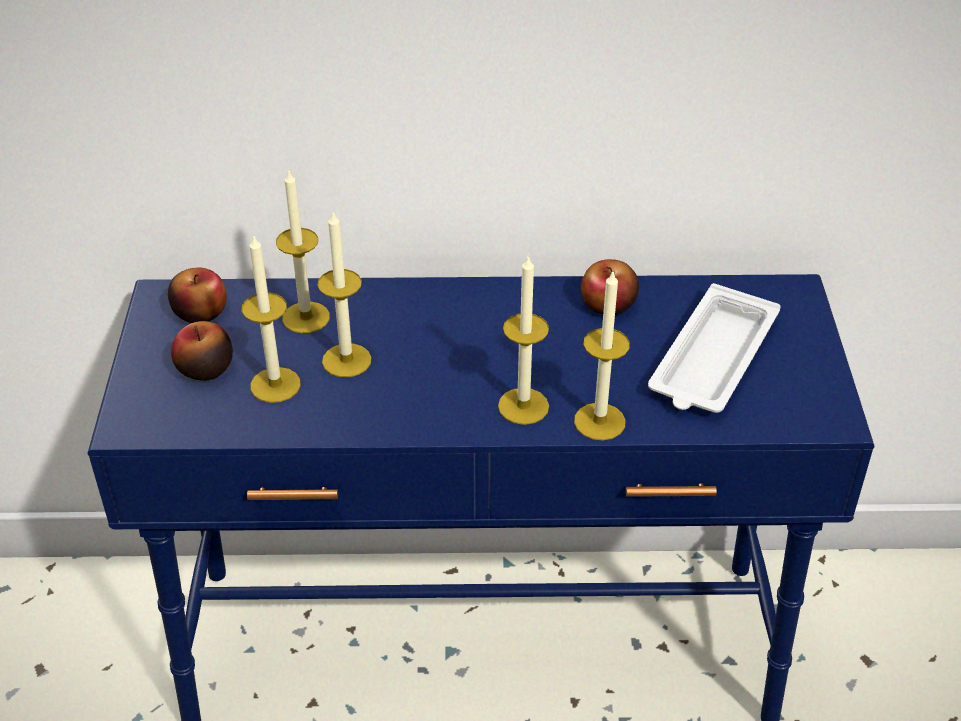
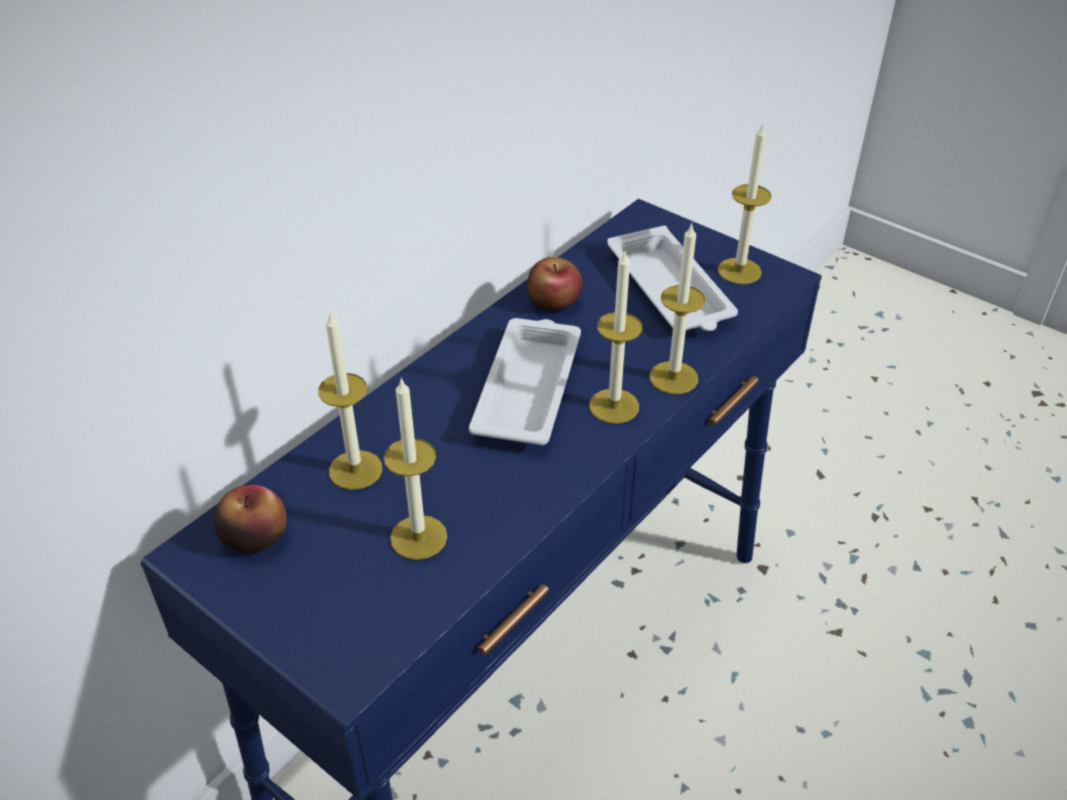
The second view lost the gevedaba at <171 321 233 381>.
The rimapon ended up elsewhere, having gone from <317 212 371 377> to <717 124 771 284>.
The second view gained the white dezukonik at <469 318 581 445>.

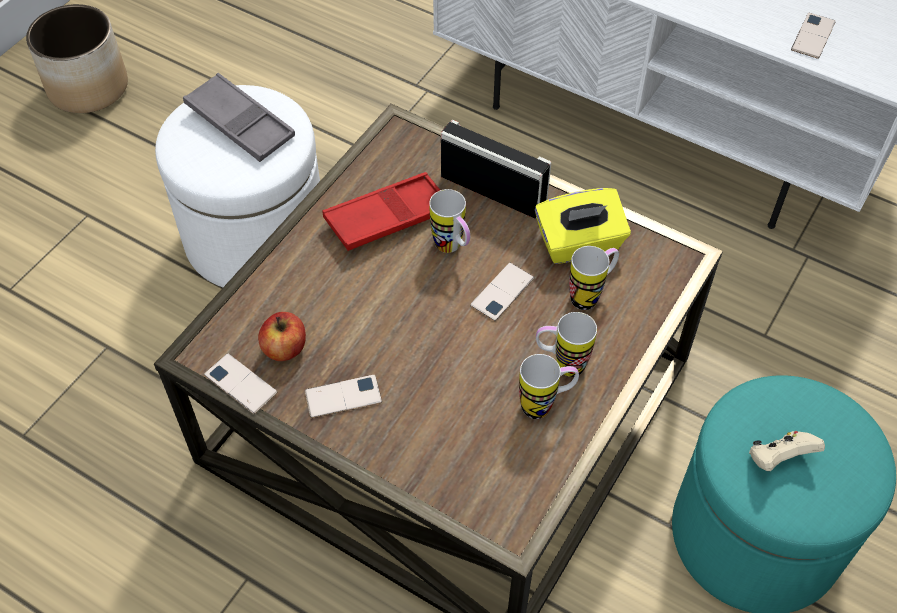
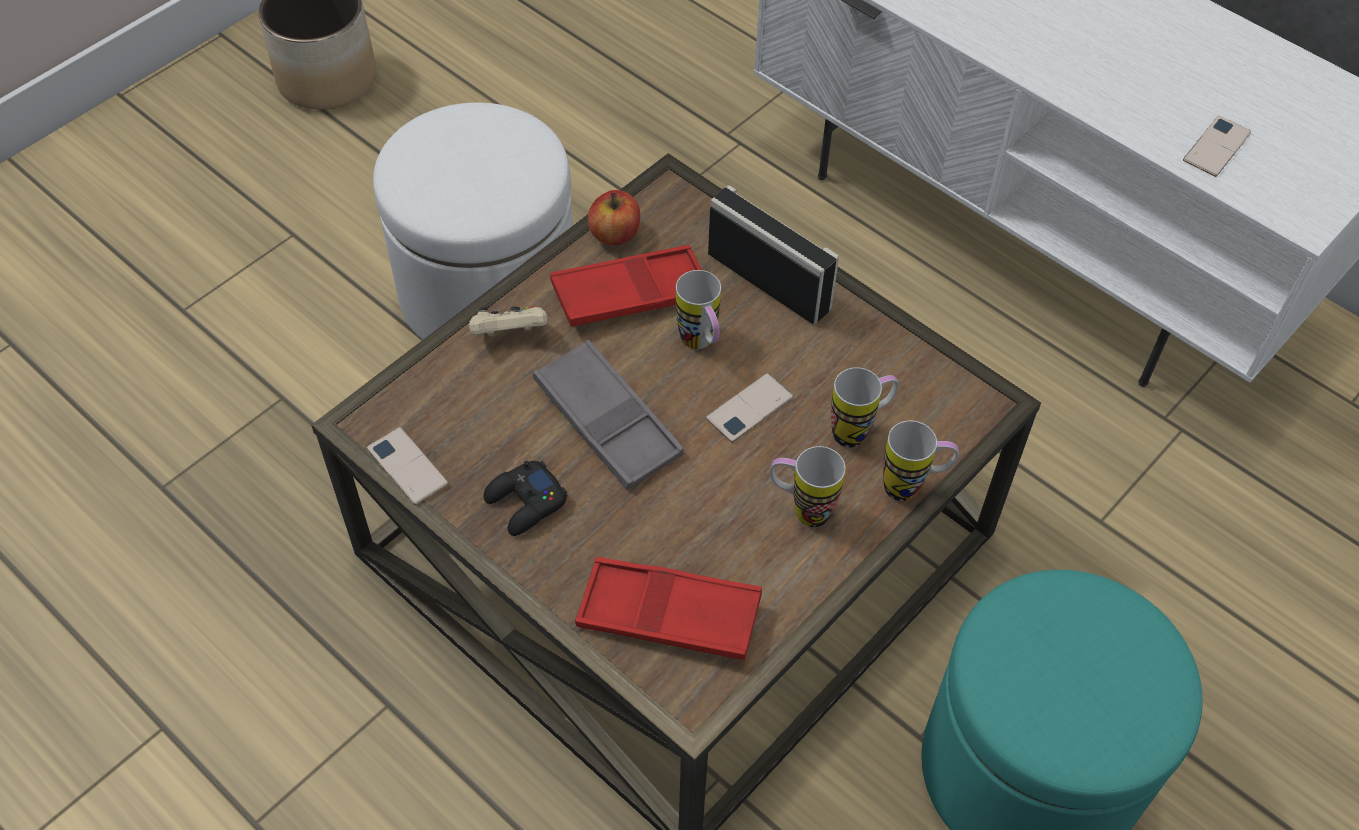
The grey dezukonik ended up elsewhere, having gone from <183 73 295 162> to <533 340 684 490>.
The gevedaba ended up elsewhere, having gone from <258 312 306 361> to <588 190 640 245>.
Where the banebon stood at <305 375 382 418>, the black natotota came to stand at <484 461 567 536>.
The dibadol ended up elsewhere, having gone from <519 354 579 419> to <883 421 959 501>.
The second view lost the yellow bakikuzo at <535 188 631 264>.
The beige natotota ended up elsewhere, having gone from <749 431 825 471> to <469 306 548 336>.
The second view gained the red dezukonik at <575 557 762 660>.

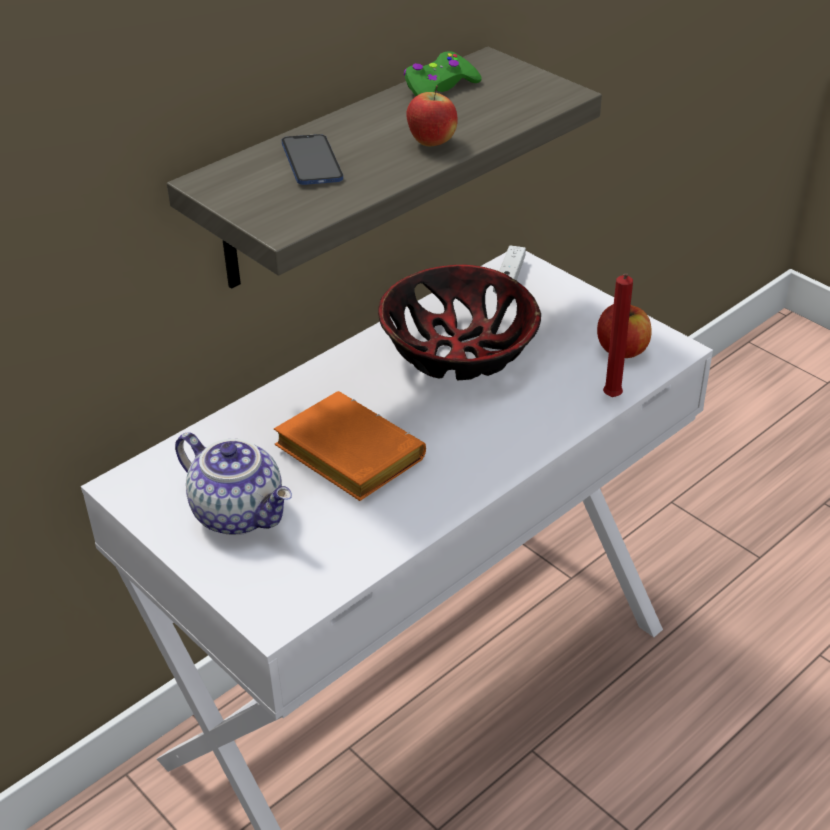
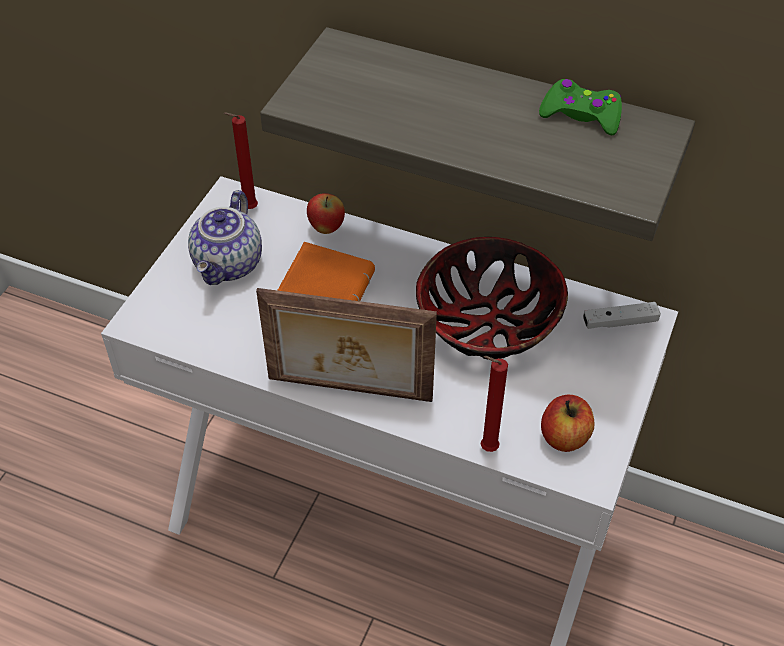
The second view lost the banebon at <282 134 343 185>.
The gevedaba ended up elsewhere, having gone from <406 85 458 146> to <307 193 345 234>.
The second view gained the red rimapon at <224 112 258 209>.
The second view gained the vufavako at <256 288 437 402>.

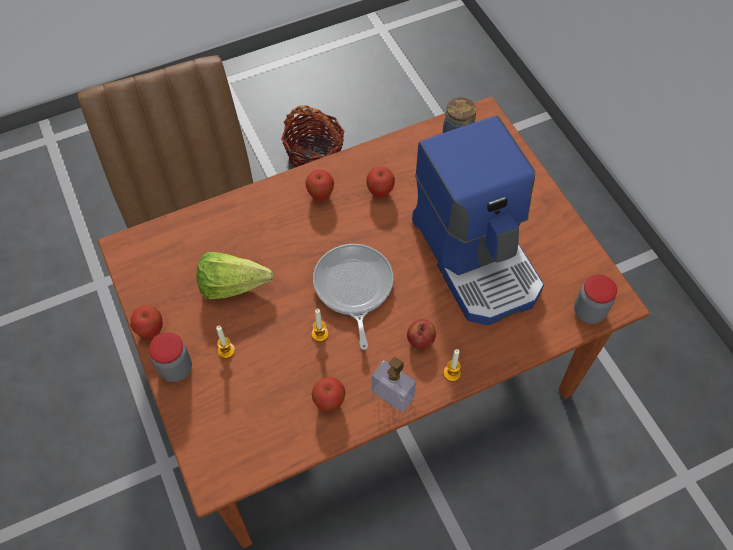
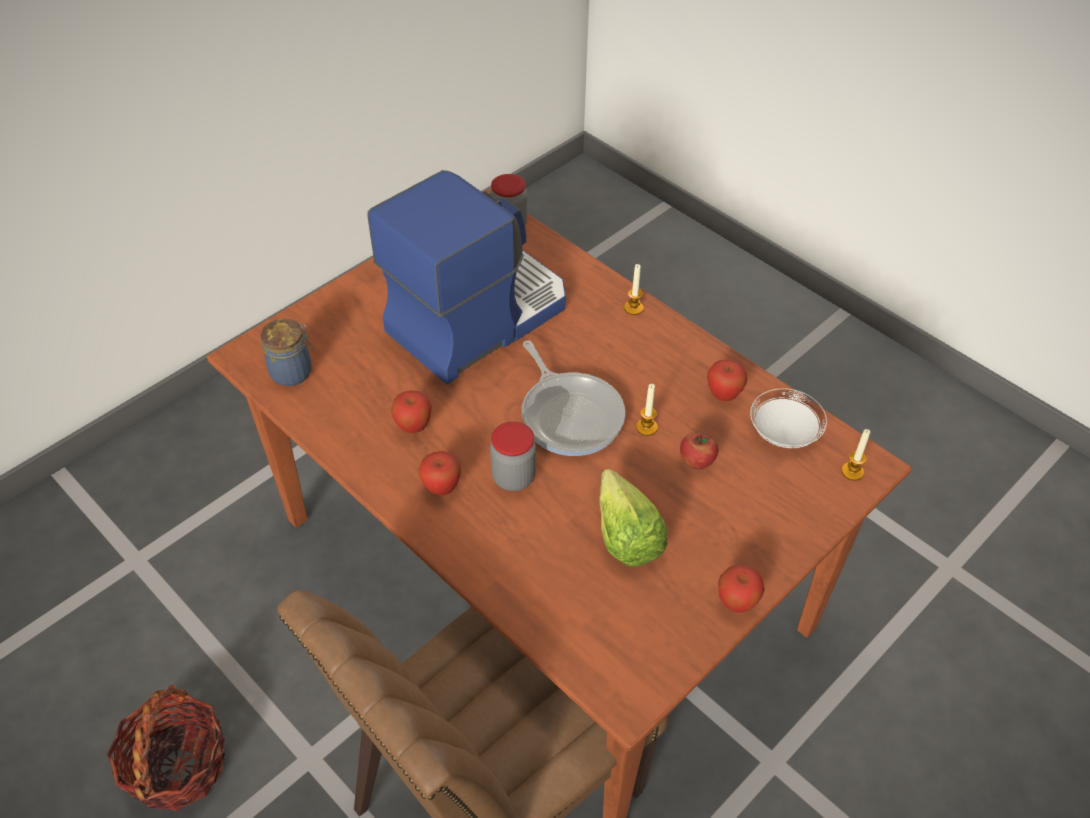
The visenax ended up elsewhere, having gone from <149 332 192 382> to <490 422 536 491>.
The rimapon ended up elsewhere, having gone from <216 326 235 359> to <841 429 870 481>.
The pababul at <313 244 394 350> ended up facing another way, 90 degrees counterclockwise from before.
The second view lost the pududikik at <371 357 416 412>.
The gevedaba ended up elsewhere, having gone from <407 319 436 349> to <680 432 718 469>.
The second view gained the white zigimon at <750 388 827 448>.

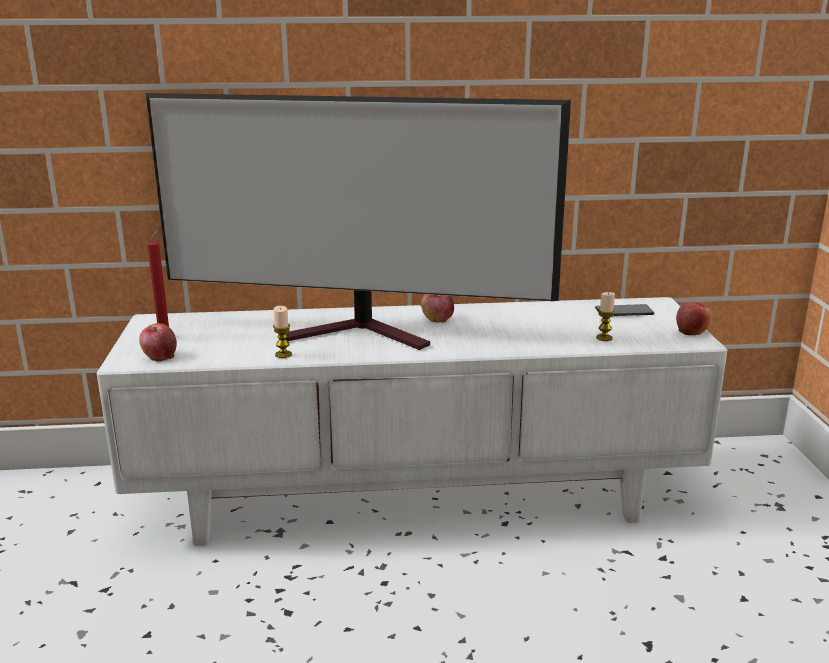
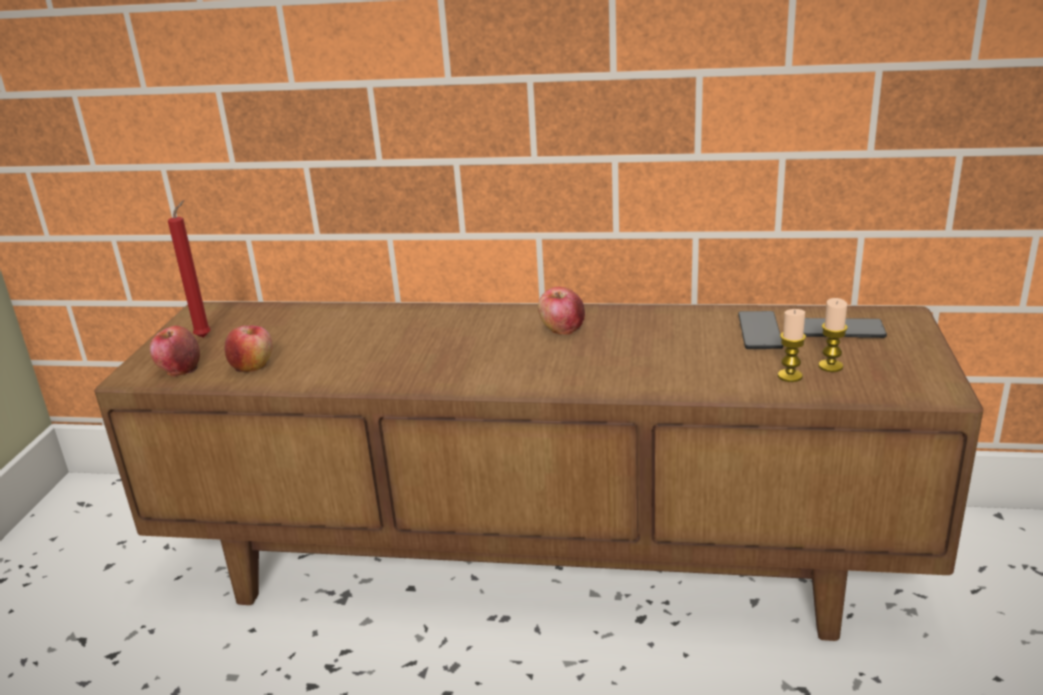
What was the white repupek at <97 297 727 546> turned into the brown repupek at <94 302 983 641>.
The second view lost the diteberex at <146 93 571 350>.
The rimapon ended up elsewhere, having gone from <273 306 292 358> to <818 298 848 372>.
The gevedaba ended up elsewhere, having gone from <676 303 712 335> to <225 325 272 372>.
The second view gained the banebon at <738 311 783 349>.

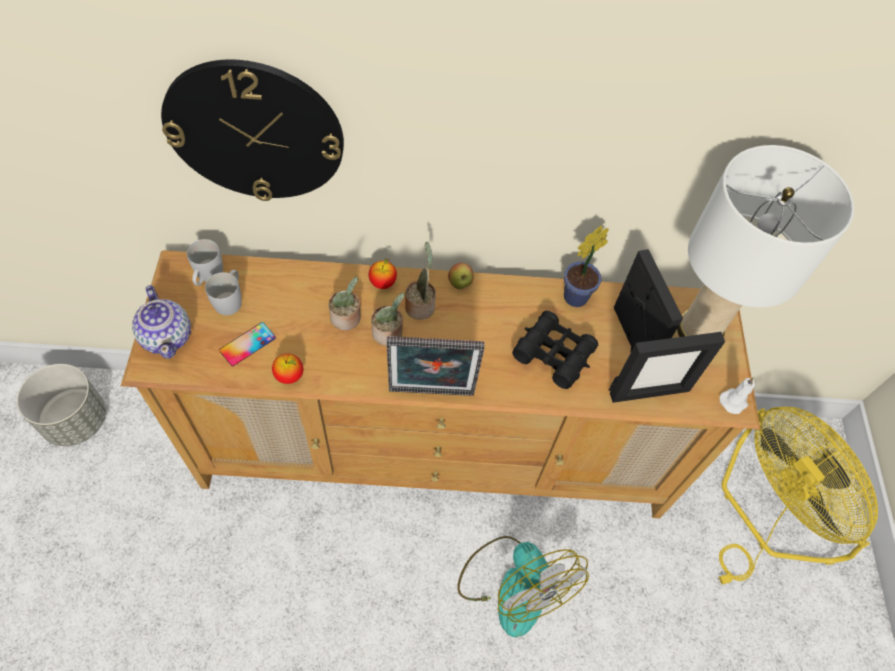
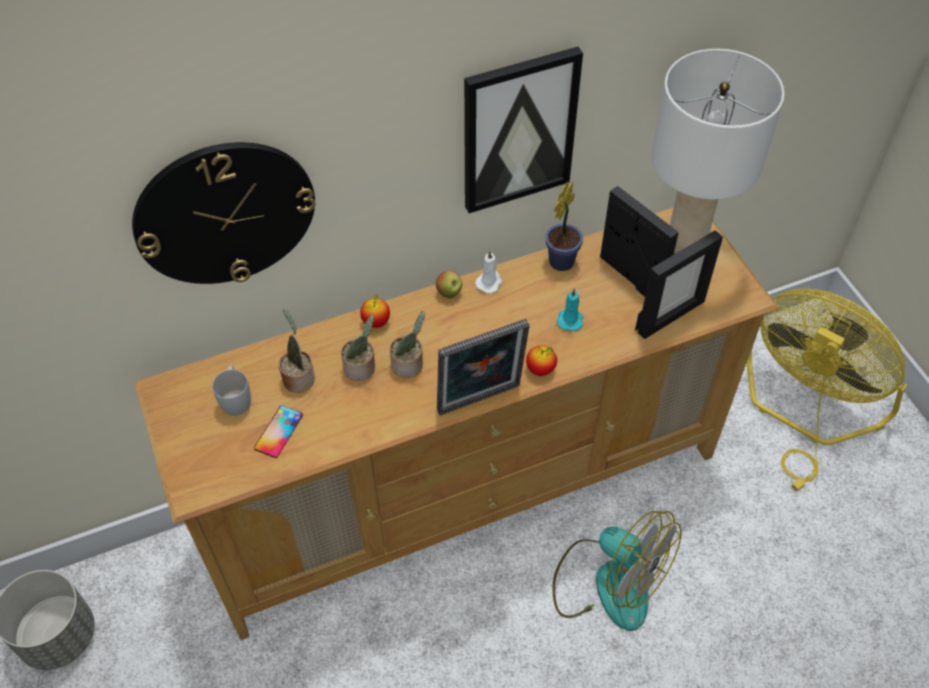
The second view lost the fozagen at <132 285 191 359>.
The second view lost the white dibadol at <187 239 223 286>.
The gevedaba ended up elsewhere, having gone from <272 354 303 384> to <526 345 557 376>.
The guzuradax ended up elsewhere, having gone from <405 242 436 320> to <278 309 315 393>.
Where the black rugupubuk stood at <512 311 598 389>, the turquoise rimapon came to stand at <557 288 583 331>.
The white rimapon ended up elsewhere, having gone from <719 377 755 414> to <475 251 503 294>.
The second view gained the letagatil at <464 47 583 213>.

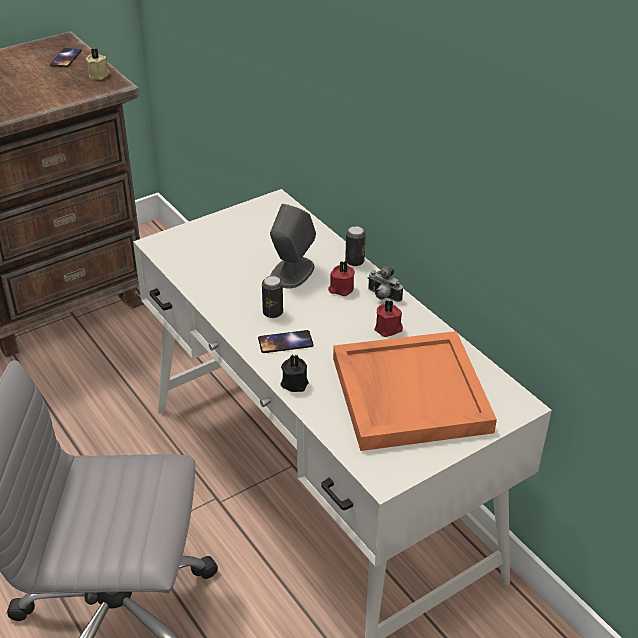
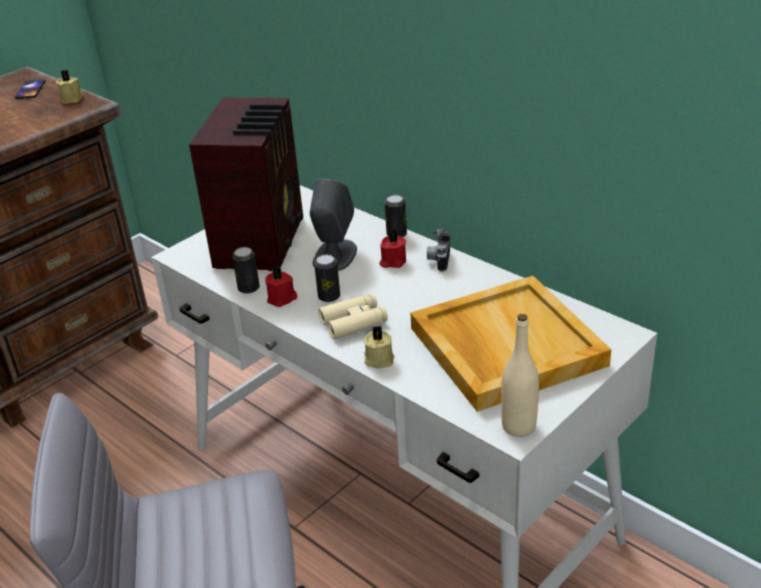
Where the banebon stood at <258 330 314 353>, the beige rugupubuk came to stand at <318 294 388 339>.
What was the black rimapon at <280 355 309 392> turned into the beige rimapon at <363 326 394 368>.
What was the orange dezukonik at <333 331 497 451> turned into the beige dezukonik at <410 276 611 412>.
The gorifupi at <368 266 403 302> ended up facing another way, 75 degrees clockwise from before.
The red rimapon ended up elsewhere, having gone from <374 299 403 337> to <265 266 297 307>.
The second view gained the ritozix at <189 98 303 271>.
The second view gained the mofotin at <232 247 260 294>.
The second view gained the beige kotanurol at <501 314 539 437>.

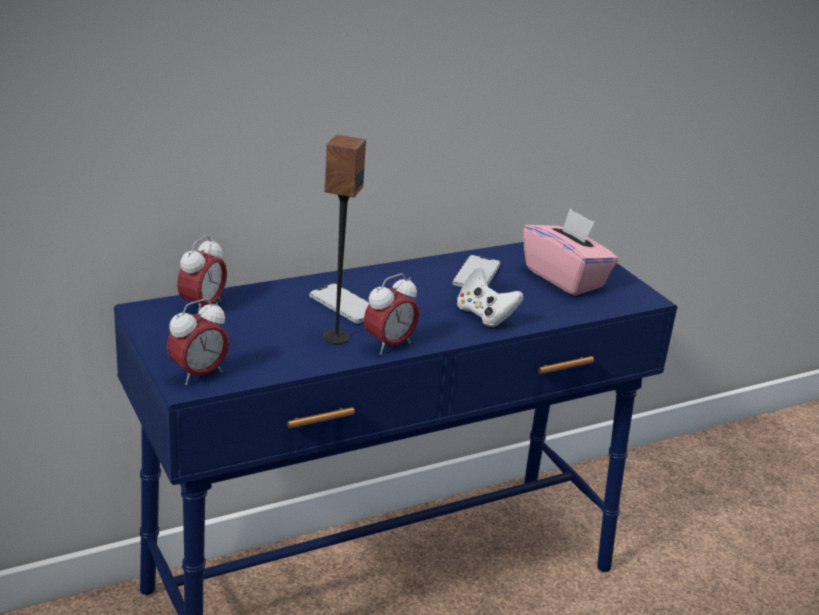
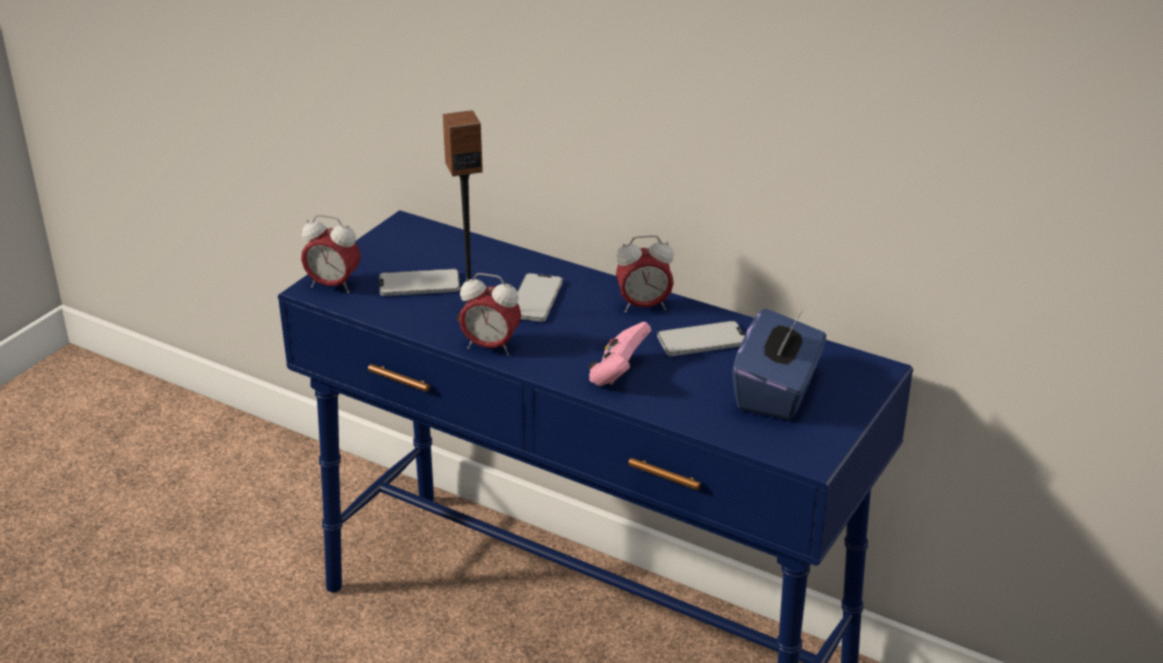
The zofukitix ended up elsewhere, having gone from <177 235 227 310> to <616 235 674 313>.
What was the white natotota at <457 267 523 327> turned into the pink natotota at <588 322 652 386>.
What was the pink bakikuzo at <523 208 619 295> turned into the blue bakikuzo at <732 308 826 420>.
The second view gained the banebon at <380 269 460 296>.

